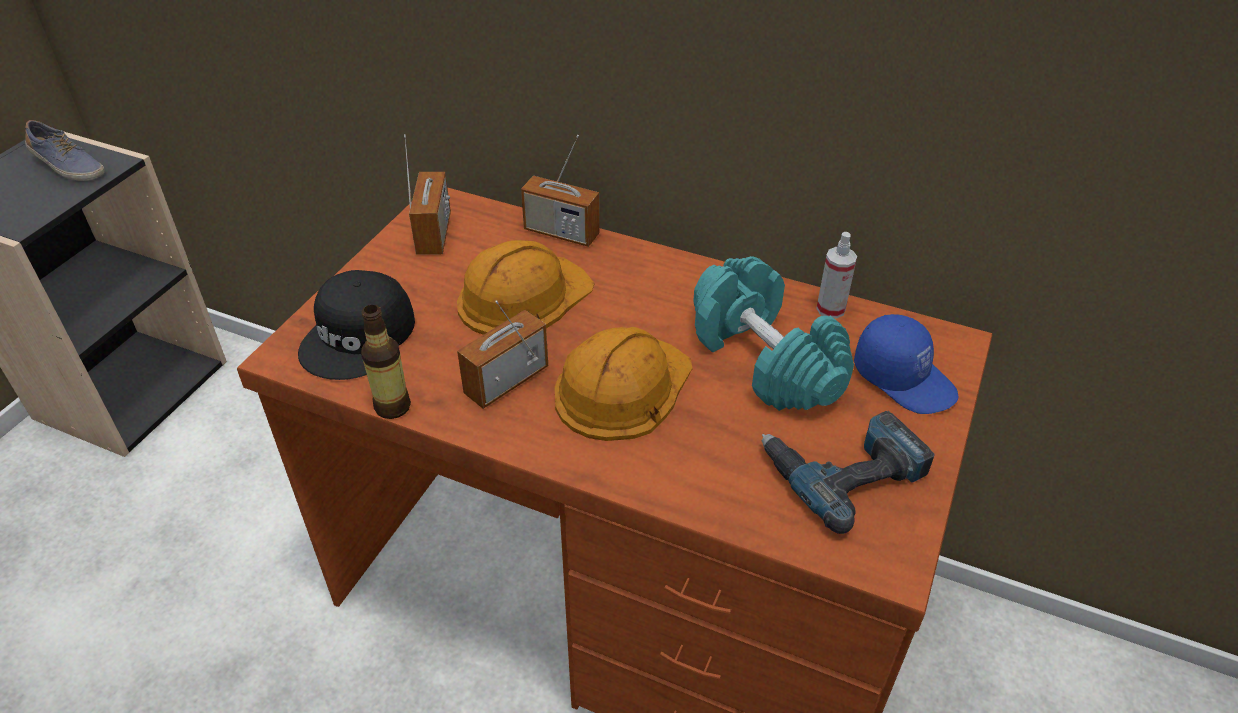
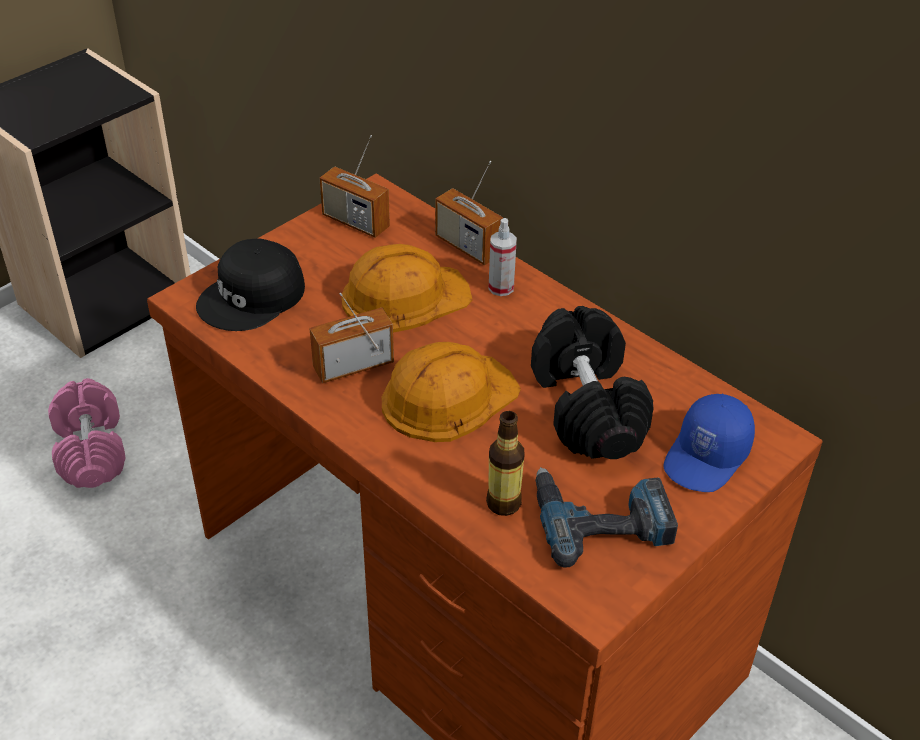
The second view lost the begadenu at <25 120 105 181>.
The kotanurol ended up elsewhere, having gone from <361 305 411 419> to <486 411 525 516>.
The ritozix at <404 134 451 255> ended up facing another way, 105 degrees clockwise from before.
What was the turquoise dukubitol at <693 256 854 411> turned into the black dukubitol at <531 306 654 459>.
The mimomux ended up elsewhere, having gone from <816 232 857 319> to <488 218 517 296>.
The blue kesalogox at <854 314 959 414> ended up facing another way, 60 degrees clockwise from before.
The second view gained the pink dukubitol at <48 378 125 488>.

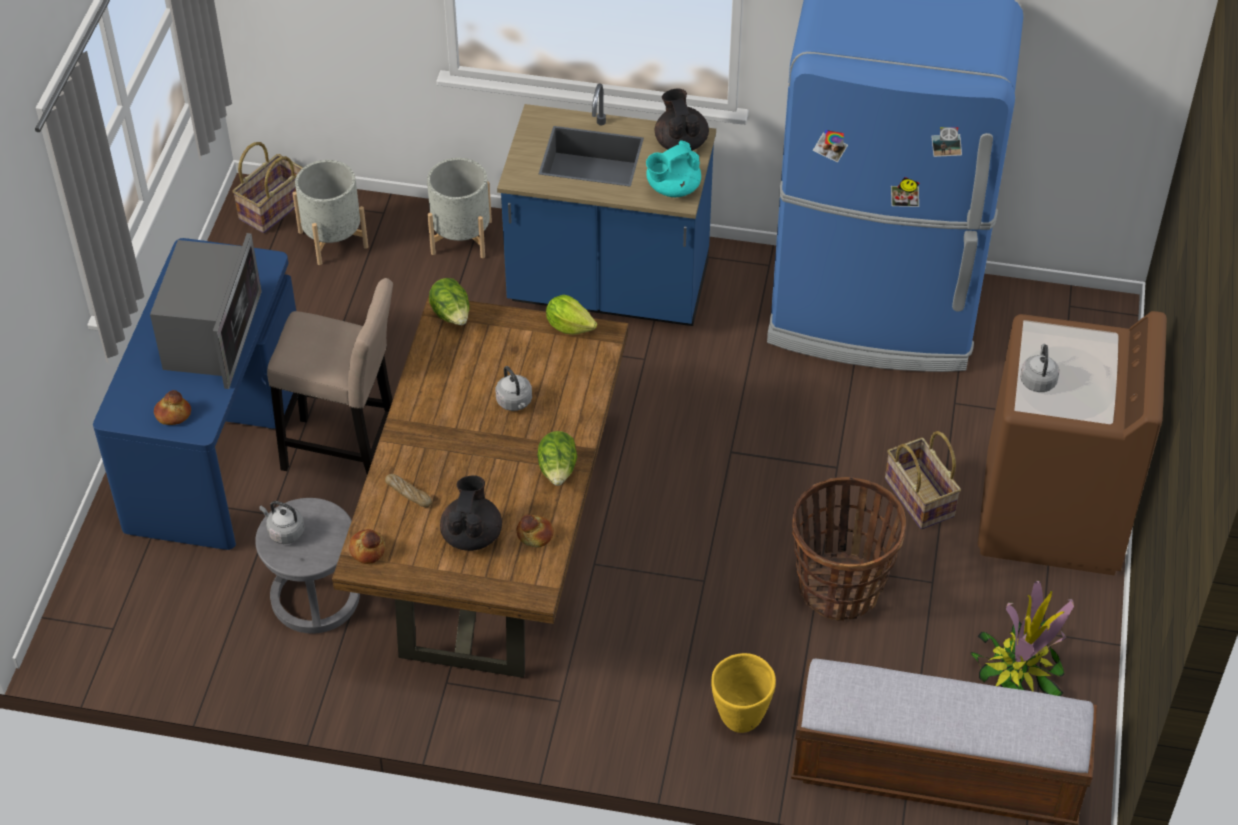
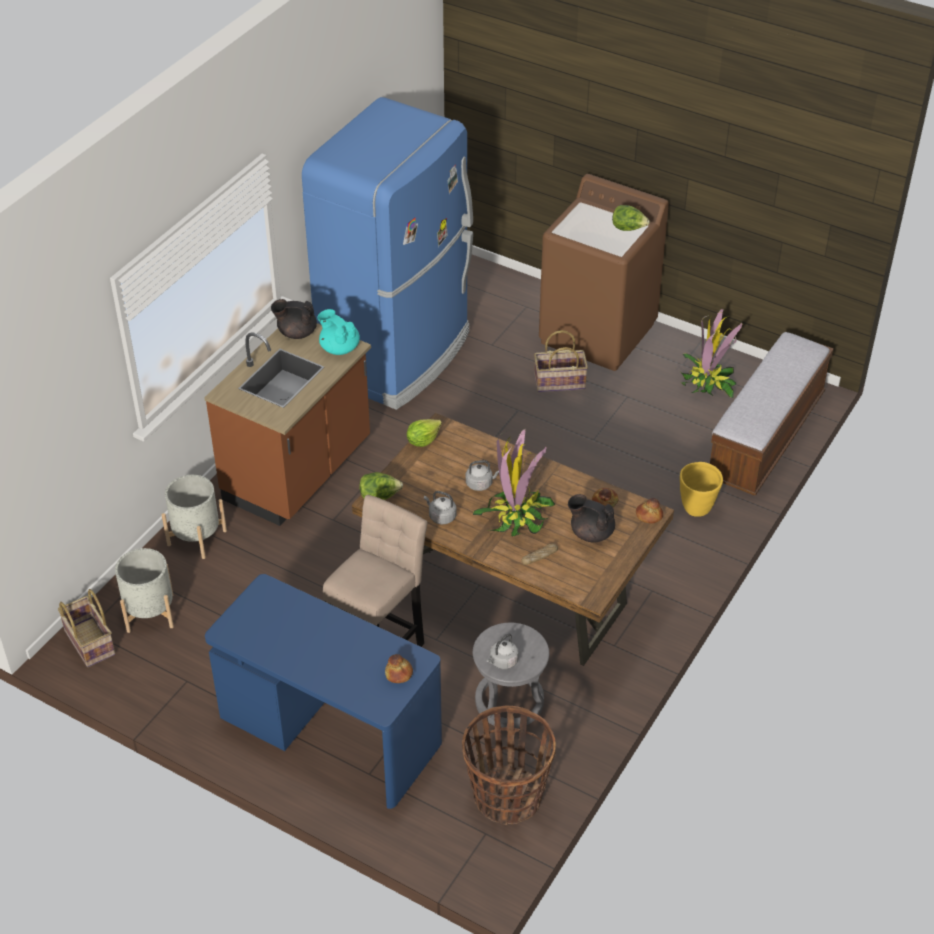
The second view lost the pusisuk at <150 233 262 389>.
The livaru ended up elsewhere, having gone from <349 529 385 564> to <636 498 663 523>.
What was the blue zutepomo at <497 83 716 326> turned into the brown zutepomo at <204 323 371 526>.
The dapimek ended up elsewhere, having gone from <537 431 577 486> to <612 205 650 231>.
The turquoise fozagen at <646 140 701 197> ended up facing another way, 150 degrees clockwise from before.
The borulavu ended up elsewhere, having gone from <792 477 906 621> to <462 705 556 825>.
The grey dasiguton ended up elsewhere, having gone from <1020 344 1060 392> to <424 491 456 524>.
The second view gained the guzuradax at <473 428 555 536>.

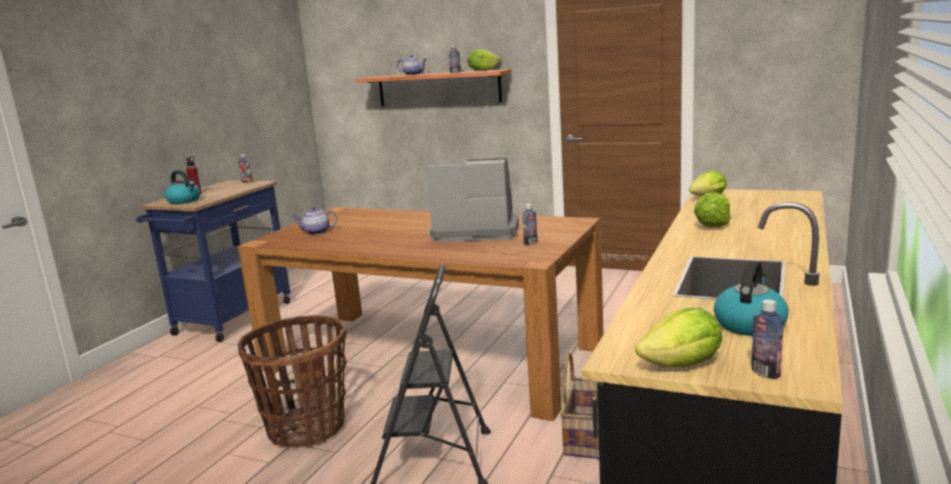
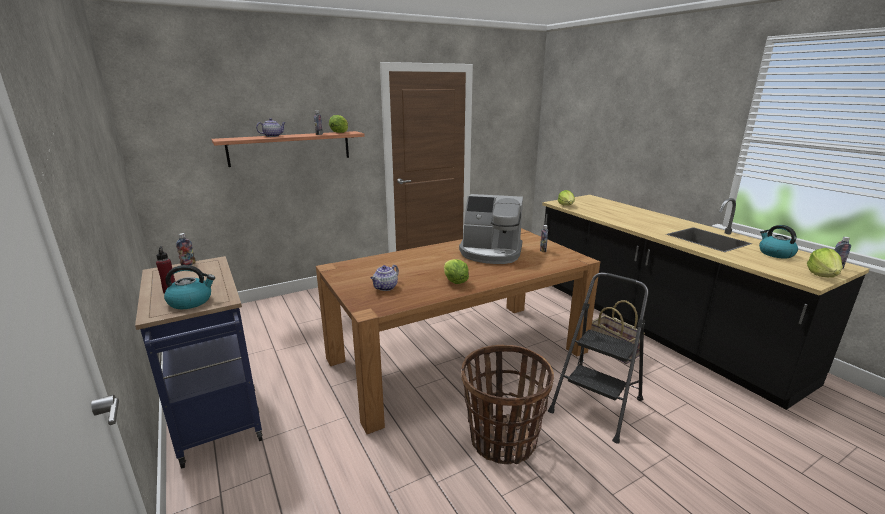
The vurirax at <427 158 519 242> ended up facing another way, 120 degrees counterclockwise from before.
The dapimek ended up elsewhere, having gone from <694 192 731 227> to <444 259 469 284>.

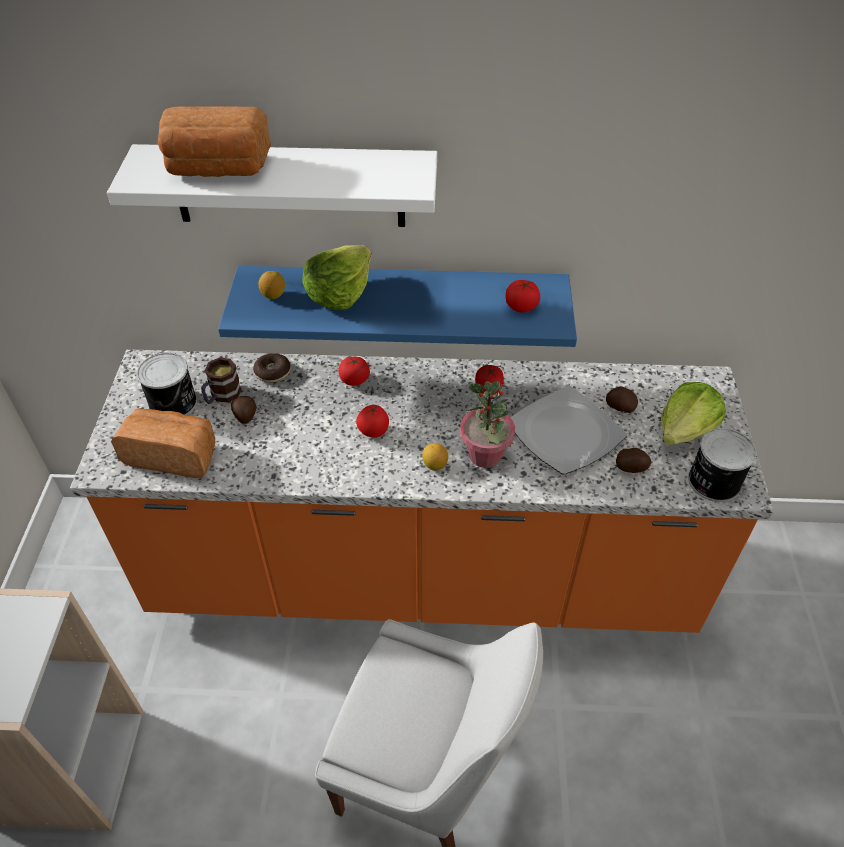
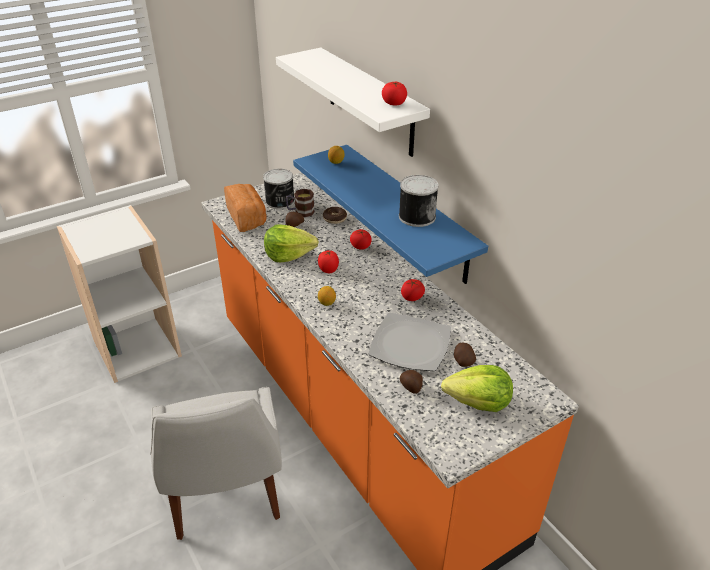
The second view lost the livaru at <158 106 271 177>.
The dapimek ended up elsewhere, having gone from <302 245 372 310> to <264 225 319 262>.
The second view lost the guzuradax at <460 381 515 468>.
The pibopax ended up elsewhere, having gone from <505 280 540 312> to <382 82 407 106>.
The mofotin ended up elsewhere, having gone from <688 428 756 502> to <399 175 439 227>.

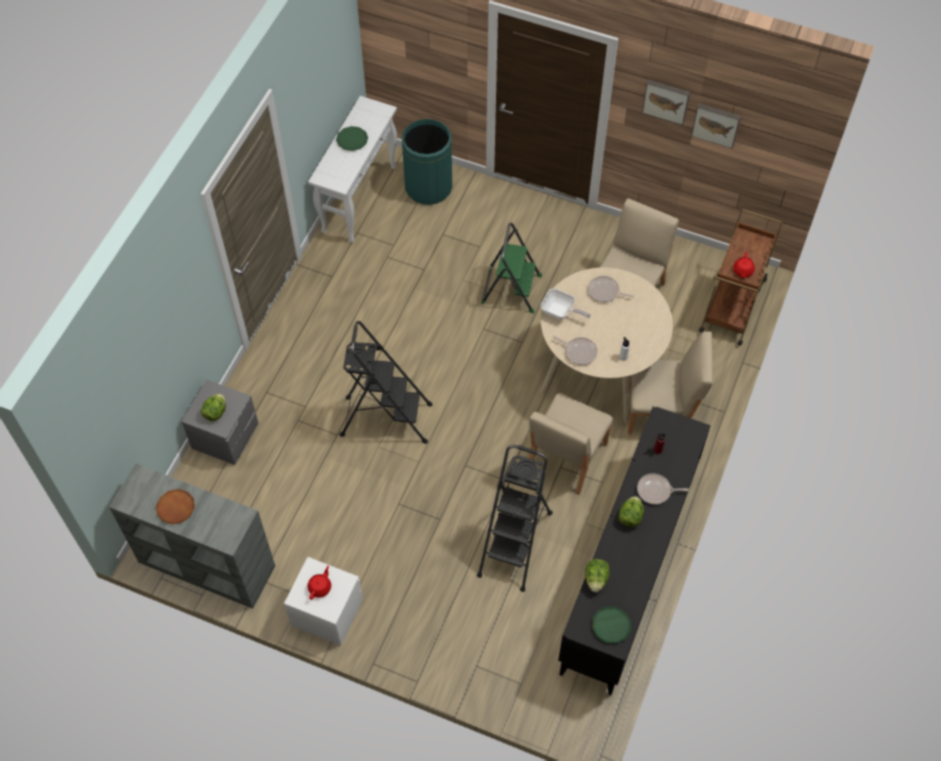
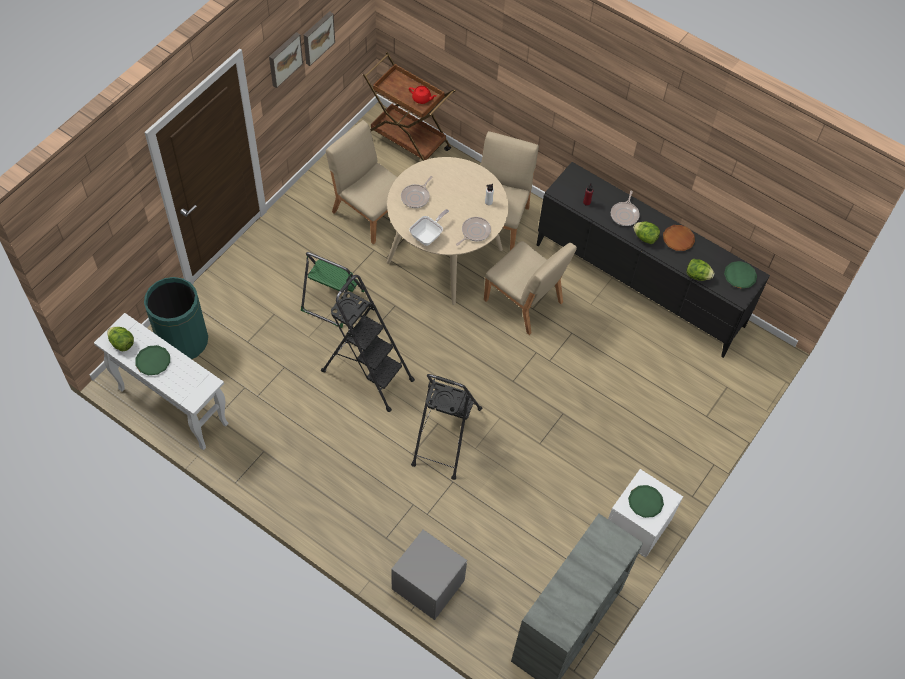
The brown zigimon ended up elsewhere, having gone from <156 489 195 524> to <663 225 695 251>.
The dapimek ended up elsewhere, having gone from <201 394 226 421> to <107 327 134 351>.
Where the red fozagen stood at <307 565 331 600>, the green zigimon came to stand at <628 485 664 518>.
The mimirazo ended up elsewhere, having gone from <477 445 553 592> to <321 275 415 412>.

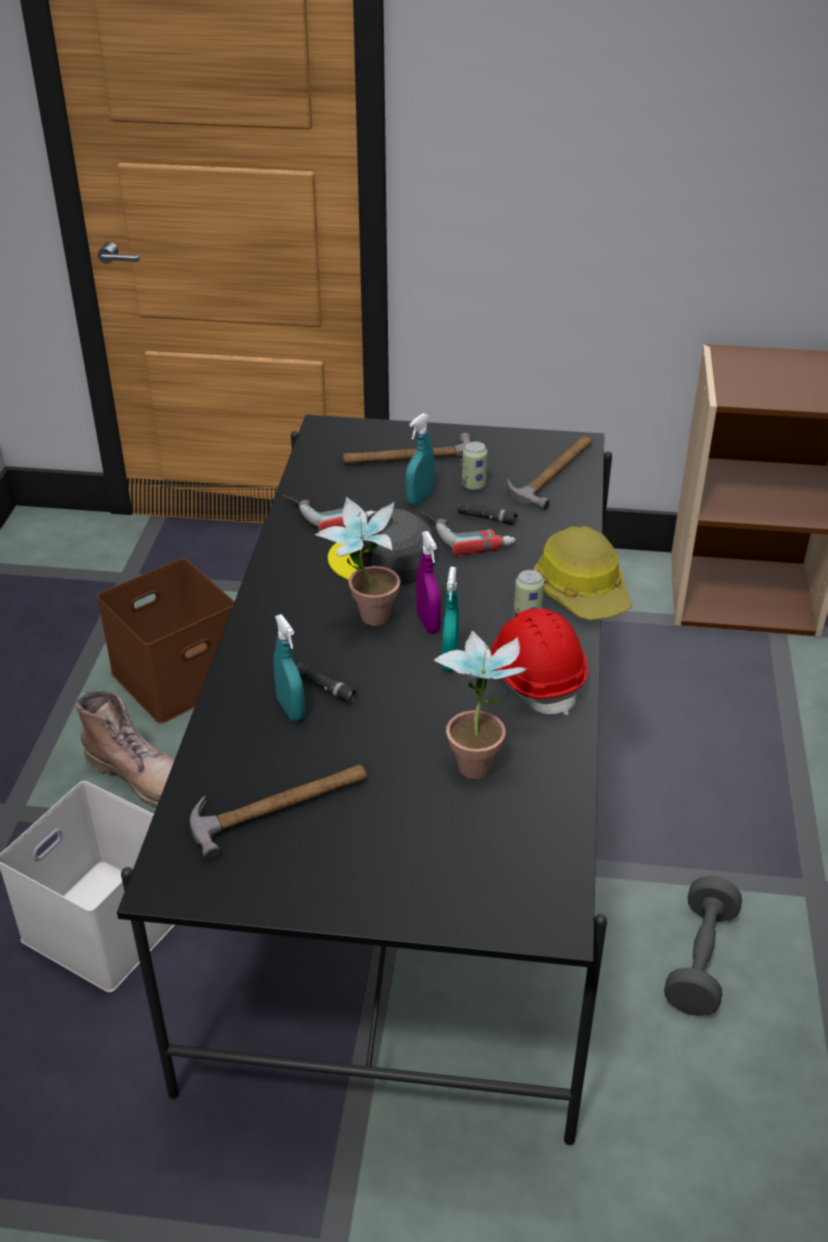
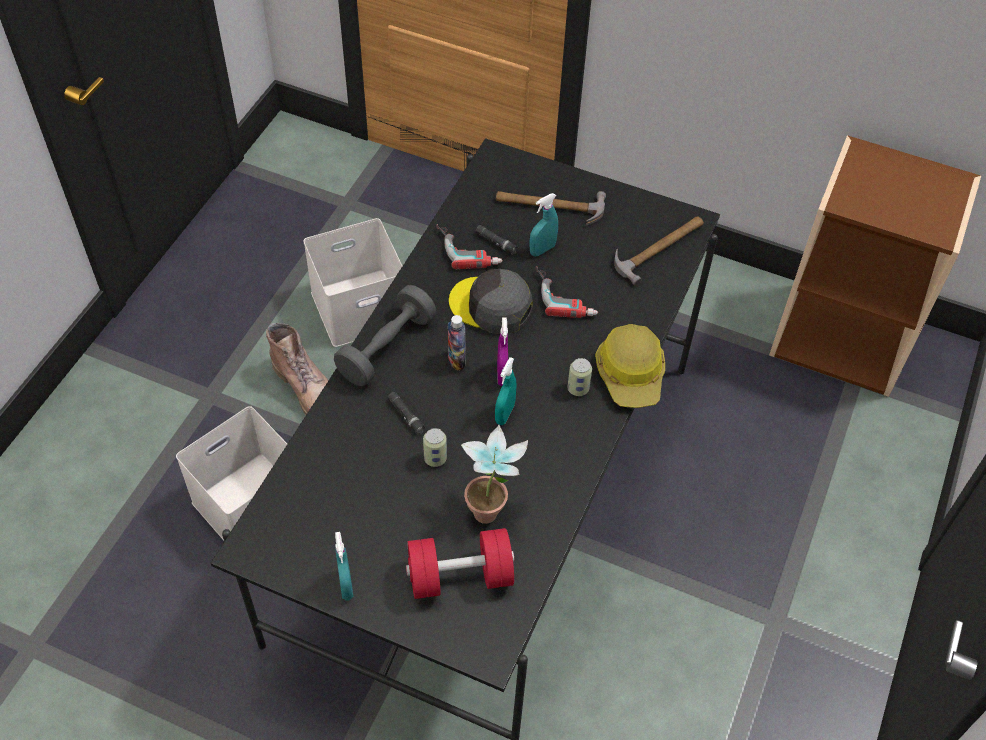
What was the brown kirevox at <97 558 235 724> turned into the white kirevox at <303 218 402 347>.
The second view lost the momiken at <190 764 367 860>.
The turquoise mimomux ended up elsewhere, having gone from <274 614 305 721> to <335 532 353 601>.
Where the guzuradax stood at <315 497 400 626>, the kotanurol came to stand at <448 315 466 371>.
The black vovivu ended up elsewhere, having gone from <458 502 518 525> to <476 225 518 255>.
The mofotin ended up elsewhere, having gone from <462 441 488 490> to <423 428 447 467>.
The second view lost the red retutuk at <490 608 588 715>.
The grey dukubitol ended up elsewhere, having gone from <664 876 742 1016> to <334 285 437 386>.
The second view gained the red dukubitol at <406 528 514 599>.

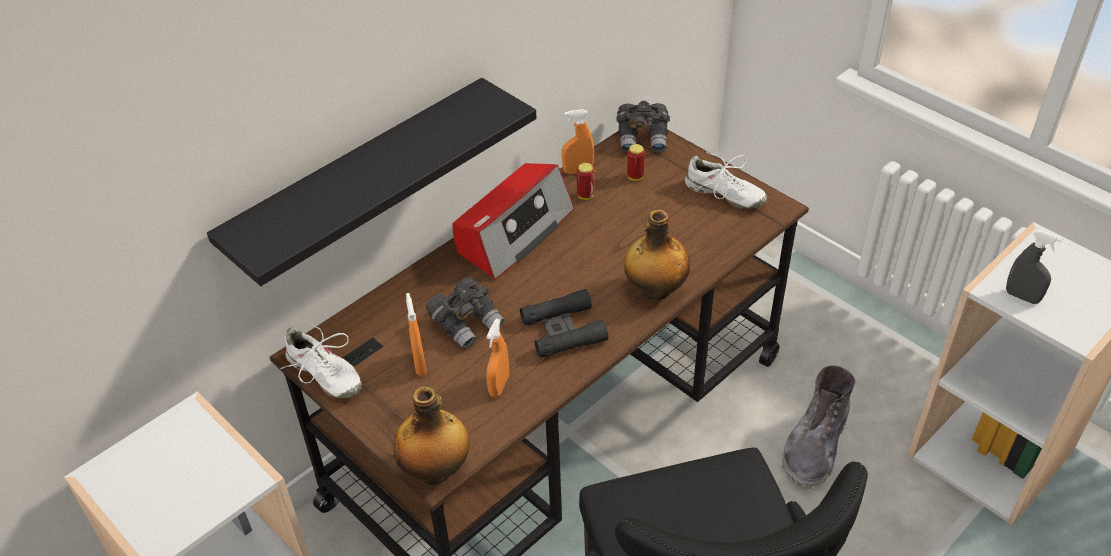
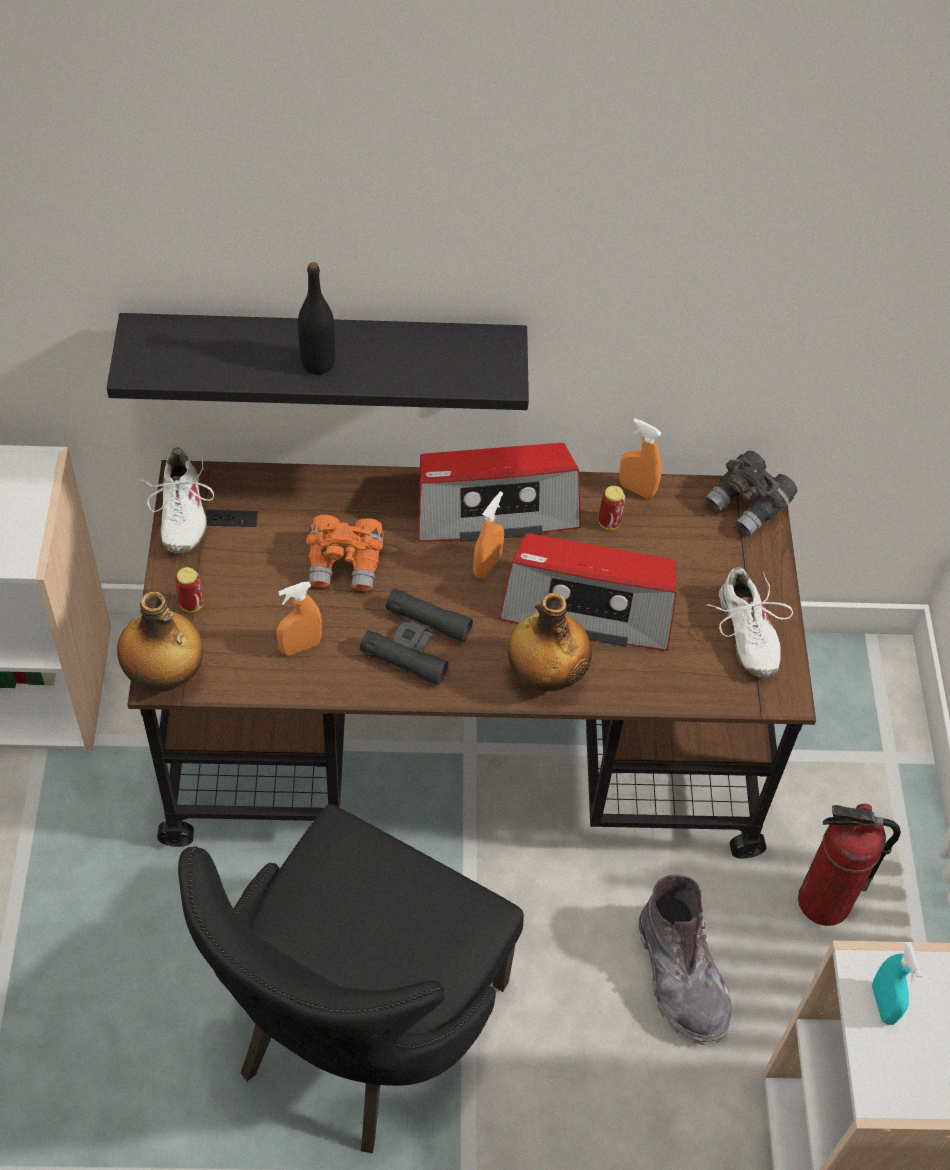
The orange mimomux ended up elsewhere, having gone from <406 293 427 375> to <473 491 504 578>.
What was the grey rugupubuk at <426 277 504 349> turned into the orange rugupubuk at <306 515 384 592>.
The mofotin ended up elsewhere, having gone from <627 144 645 181> to <175 567 203 612>.
The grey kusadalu at <782 365 856 489> ended up facing another way, 90 degrees counterclockwise from before.
What was the grey mimomux at <1006 230 1062 304> turned into the turquoise mimomux at <872 942 922 1025>.
The second view gained the black kotanurol at <298 262 335 375>.
The second view gained the ritozix at <500 533 677 651>.
The second view gained the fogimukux at <798 804 901 926>.

